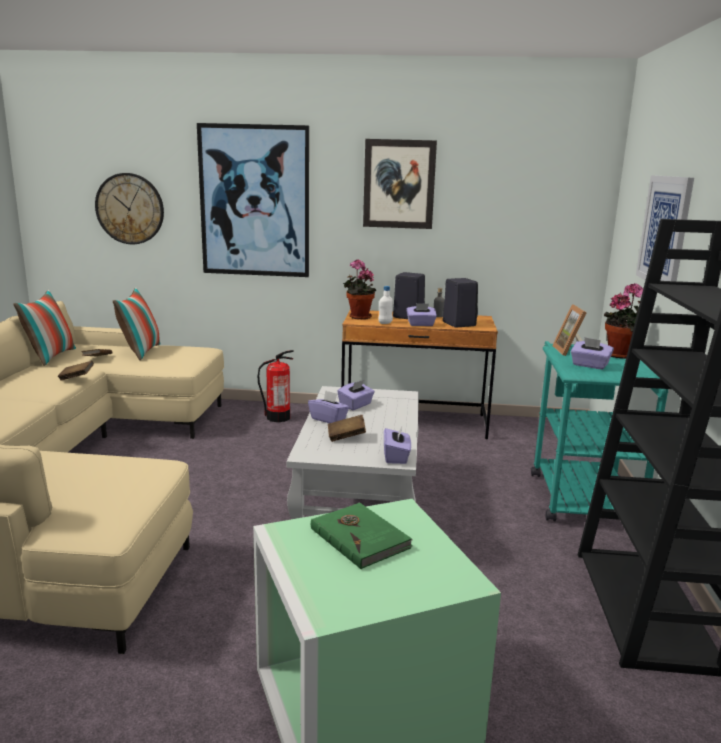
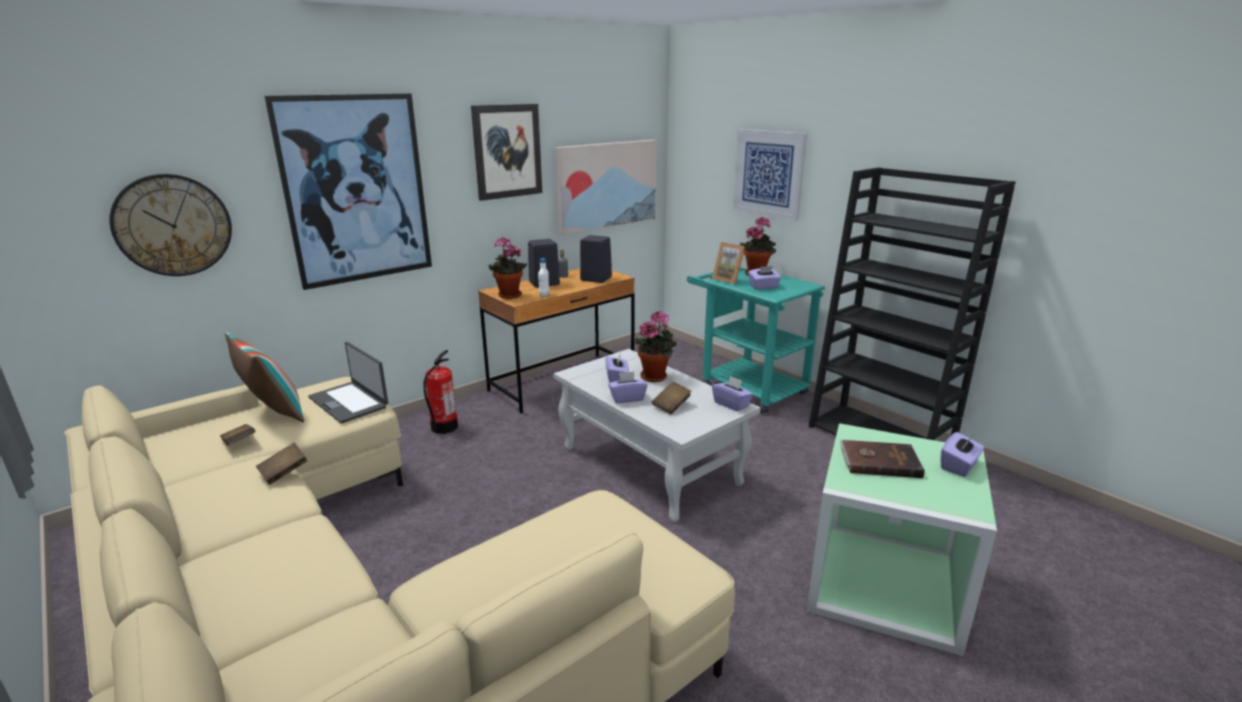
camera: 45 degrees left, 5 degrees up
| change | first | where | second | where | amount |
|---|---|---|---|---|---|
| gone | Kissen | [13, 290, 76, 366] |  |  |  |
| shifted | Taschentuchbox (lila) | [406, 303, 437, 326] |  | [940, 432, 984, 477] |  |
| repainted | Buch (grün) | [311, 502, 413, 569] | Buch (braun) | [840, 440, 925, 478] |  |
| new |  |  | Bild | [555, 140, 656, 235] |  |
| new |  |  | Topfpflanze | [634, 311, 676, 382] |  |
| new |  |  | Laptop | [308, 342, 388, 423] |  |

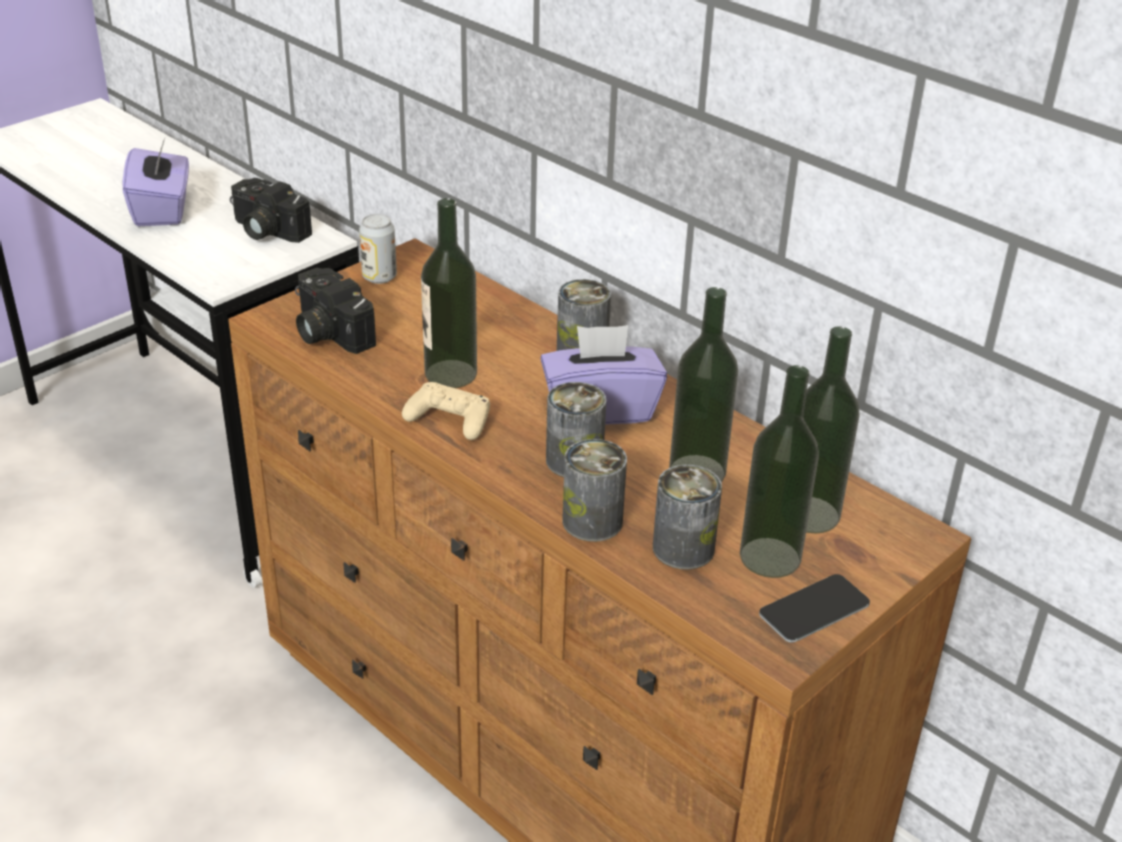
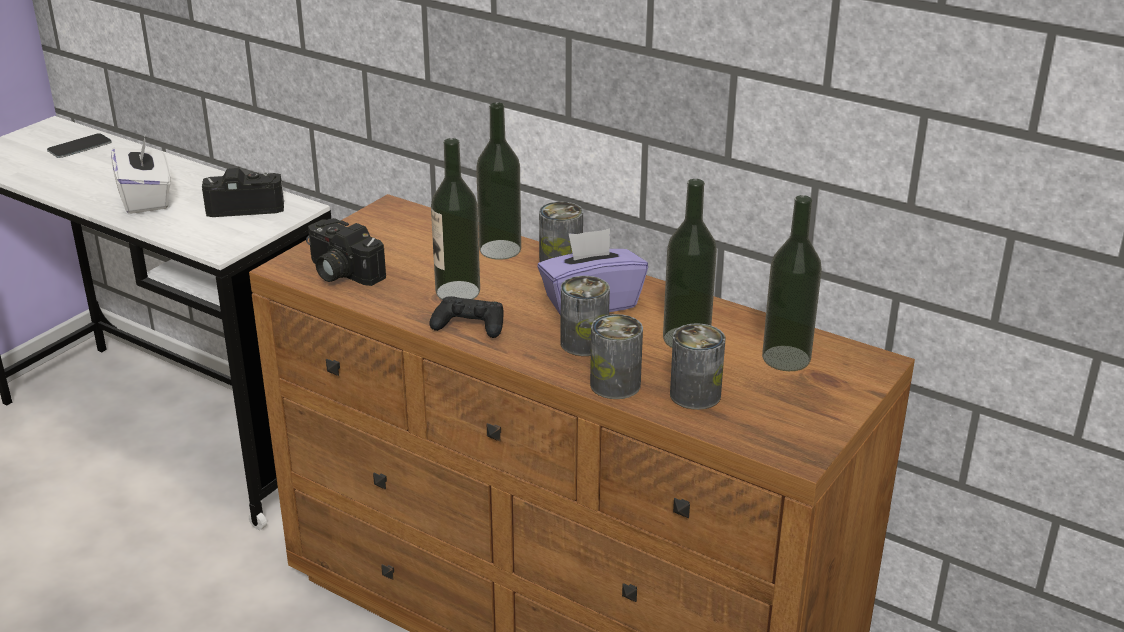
camera: 10 degrees left, 5 degrees down
| change | first | where | second | where | amount |
|---|---|---|---|---|---|
| repainted | Taschentuchbox (lila) | [122, 139, 189, 226] | Taschentuchbox (weiß) | [111, 137, 171, 214] |  |
| rotated | Kamera | [230, 178, 312, 243] |  | [202, 168, 284, 217] | 150 degrees clockwise |
| gone | Dose | [359, 214, 397, 284] |  |  |  |
| shifted | Flasche | [740, 365, 819, 578] |  | [476, 102, 521, 260] |  |
| repainted | Gamepad (beige) | [402, 382, 490, 440] | Gamepad (schwarz) | [429, 296, 504, 338] |  |
| shifted | Handy | [759, 574, 870, 643] |  | [47, 133, 112, 158] |  |

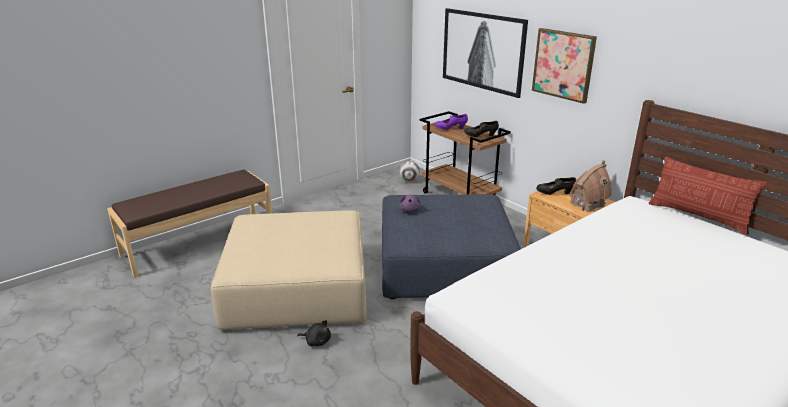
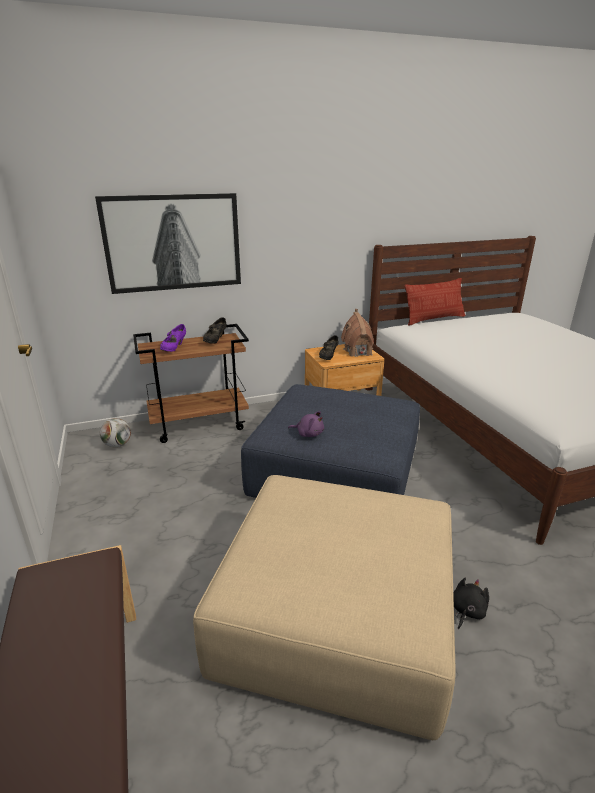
camera: 70 degrees left, 0 degrees up
| change | first | where | second | where | amount |
|---|---|---|---|---|---|
| gone | Bild | [532, 28, 597, 104] |  |  |  |

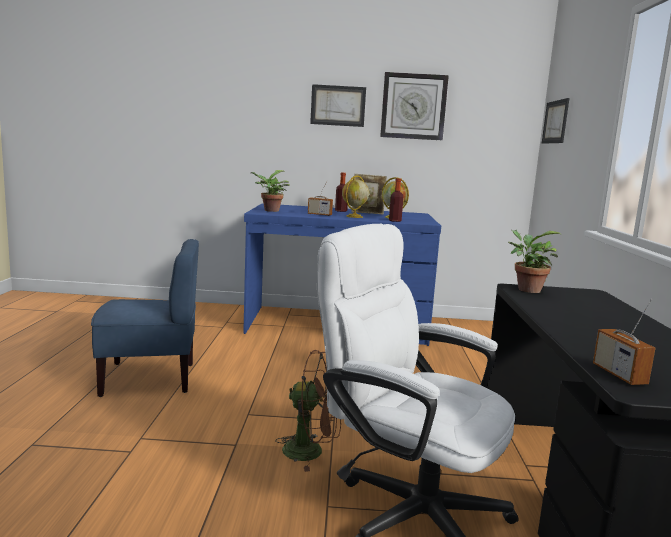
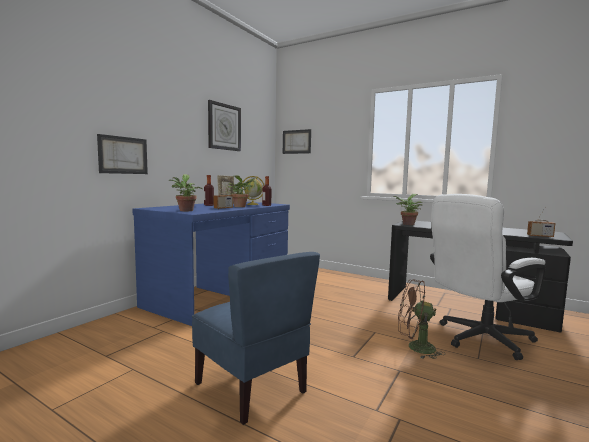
camera: 60 degrees left, 5 degrees down
| change | first | where | second | where | amount |
|---|---|---|---|---|---|
| shifted | Bild | [310, 84, 366, 127] |  | [97, 134, 148, 174] |  |
| swapped | Globus | [342, 175, 369, 218] | Topfpflanze | [228, 176, 255, 207] |  |
| rotated | Stuhl (blau) | [91, 239, 199, 397] |  | [192, 252, 320, 425] | 120 degrees clockwise |
| rotated | Ventilator (braun) | [275, 350, 341, 472] |  | [398, 280, 445, 359] | 120 degrees counterclockwise |

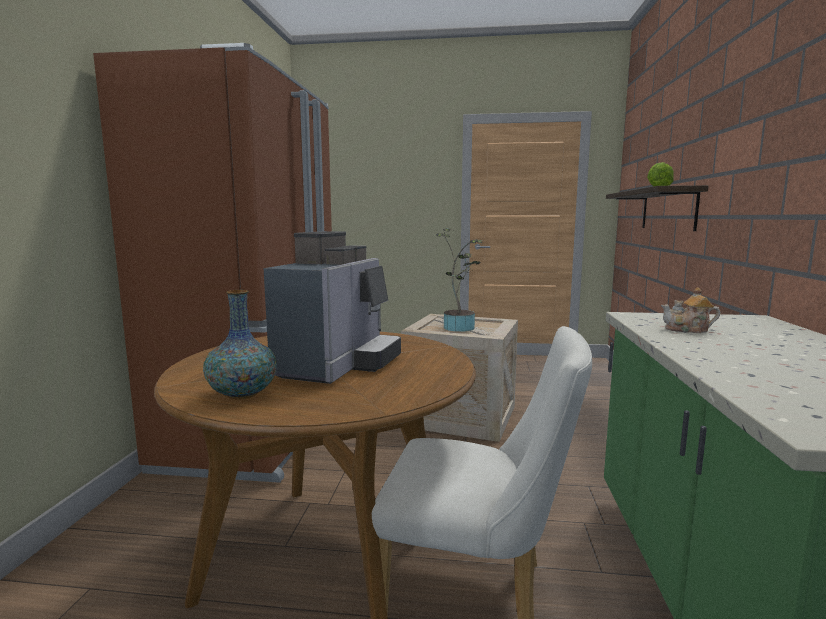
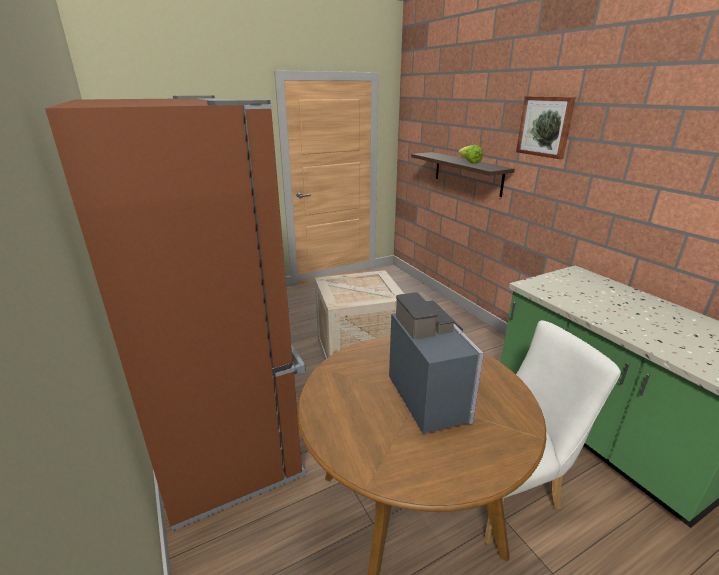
camera: 35 degrees left, 15 degrees up
| change | first | where | second | where | amount |
|---|---|---|---|---|---|
| gone | Topfpflanze | [436, 228, 482, 332] |  |  |  |
| gone | Teekanne | [661, 287, 720, 333] |  |  |  |
| gone | Vase | [203, 290, 277, 399] |  |  |  |
| new |  |  | Bild | [516, 96, 576, 159] |  |

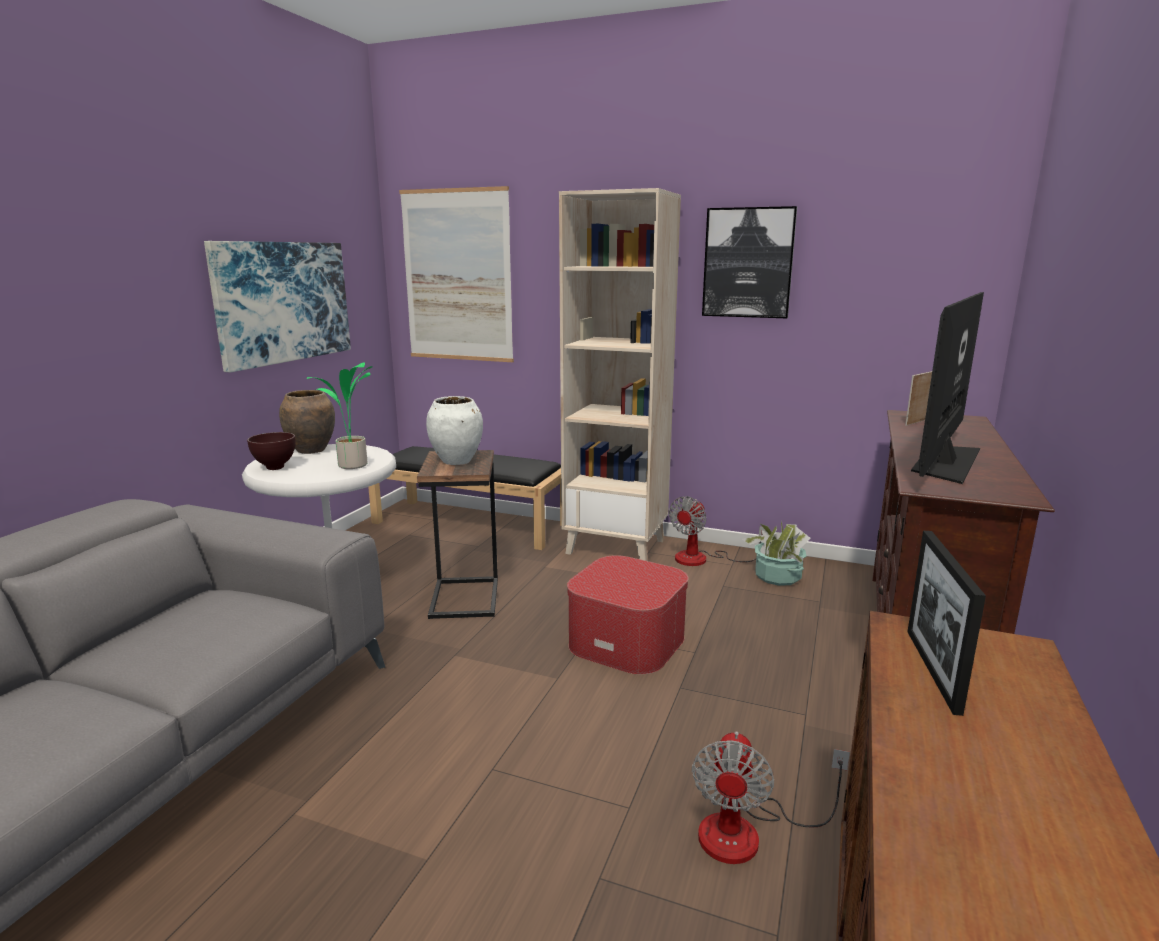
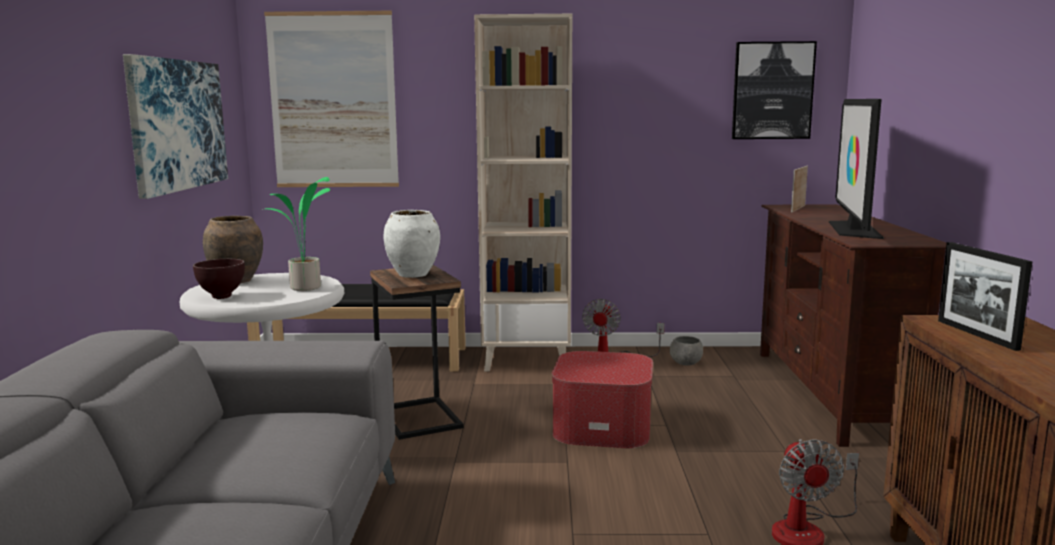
camera: 20 degrees left, 5 degrees down
| change | first | where | second | where | amount |
|---|---|---|---|---|---|
| shifted | Bild | [702, 206, 797, 318] |  | [732, 41, 817, 139] |  |
| swapped | Topfpflanze | [742, 521, 810, 586] | Schüssel (grau) | [670, 336, 703, 366] |  |

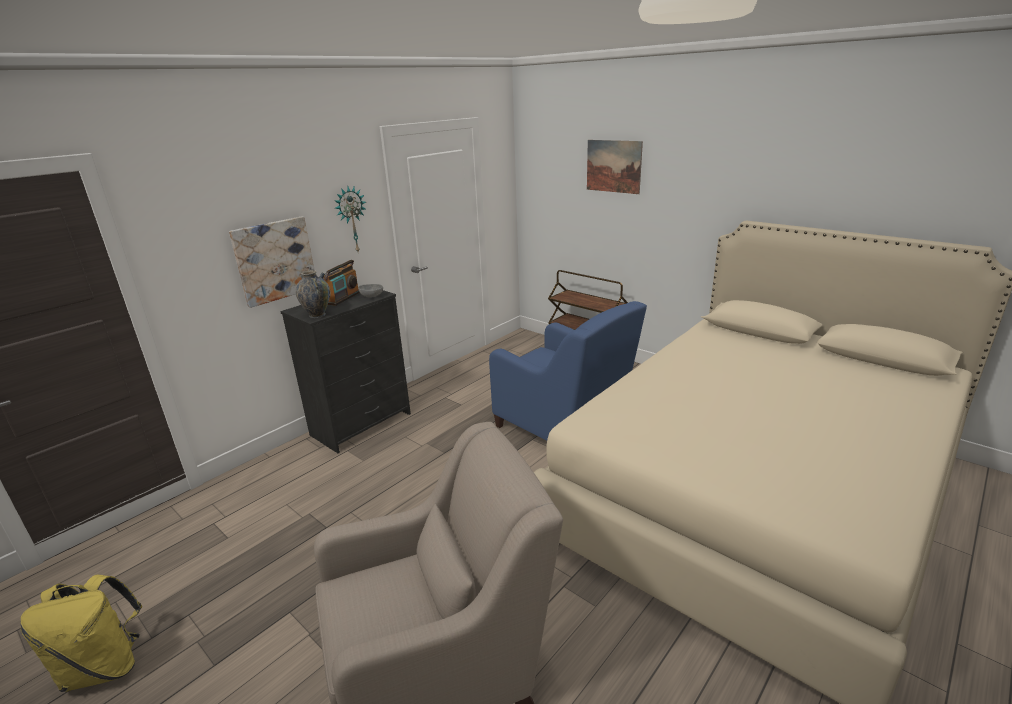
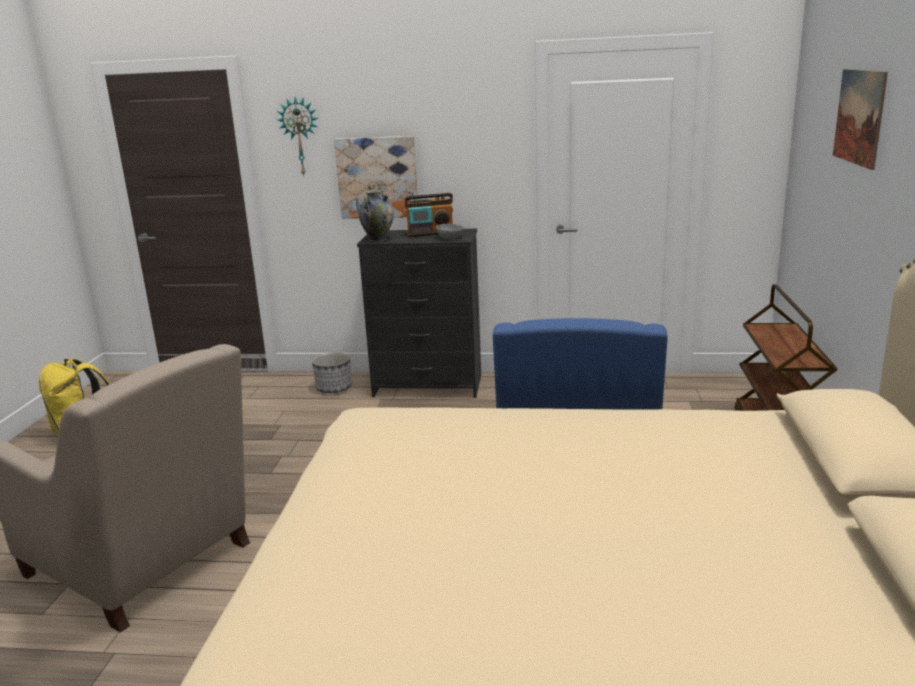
camera: 55 degrees right, 5 degrees down
| change | first | where | second | where | amount |
|---|---|---|---|---|---|
| shifted | Wanduhr | [334, 187, 366, 252] |  | [277, 97, 319, 176] |  |
| new |  |  | Pflanzkübel | [312, 353, 352, 393] |  |

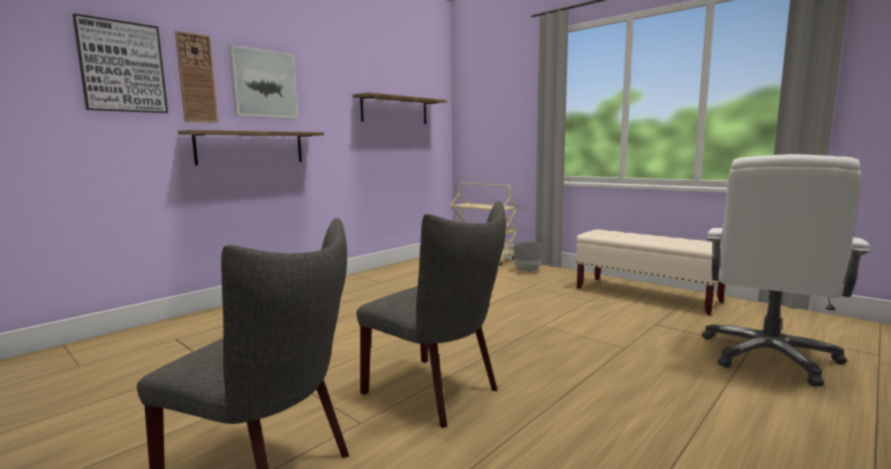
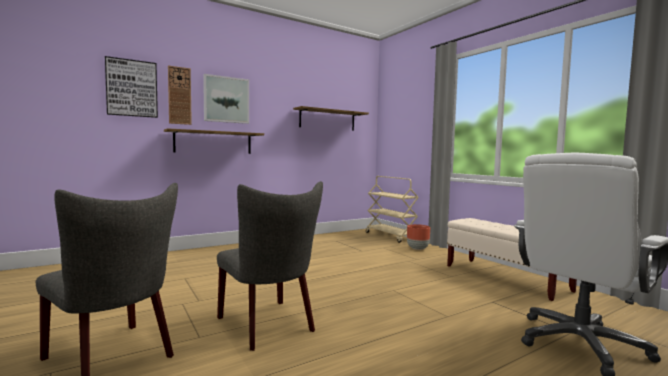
camera: 15 degrees right, 5 degrees down
| change | first | where | second | where | amount |
|---|---|---|---|---|---|
| repainted | Pflanzkübel (grau) | [514, 241, 542, 272] | Pflanzkübel (braun) | [407, 224, 430, 250] |  |

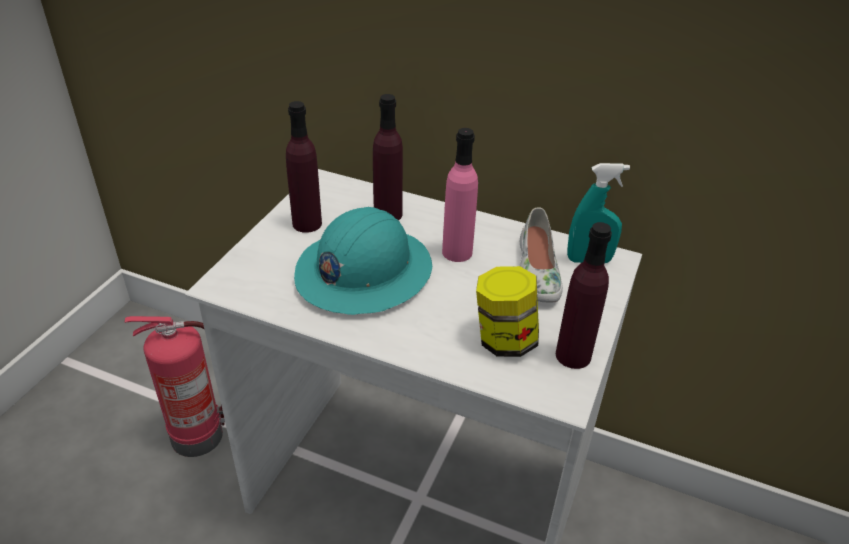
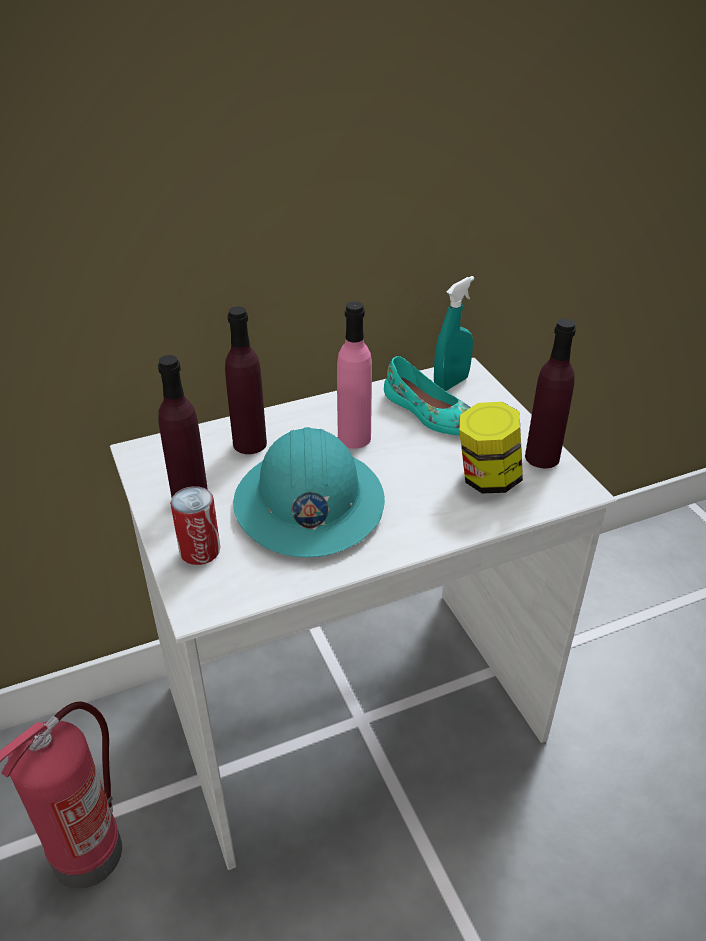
camera: 45 degrees left, 0 degrees up
| change | first | where | second | where | amount |
|---|---|---|---|---|---|
| repainted | Schuh (weiß) | [519, 207, 563, 303] | Schuh (türkis) | [384, 356, 471, 435] |  |
| new |  |  | Dose | [170, 486, 220, 565] |  |

